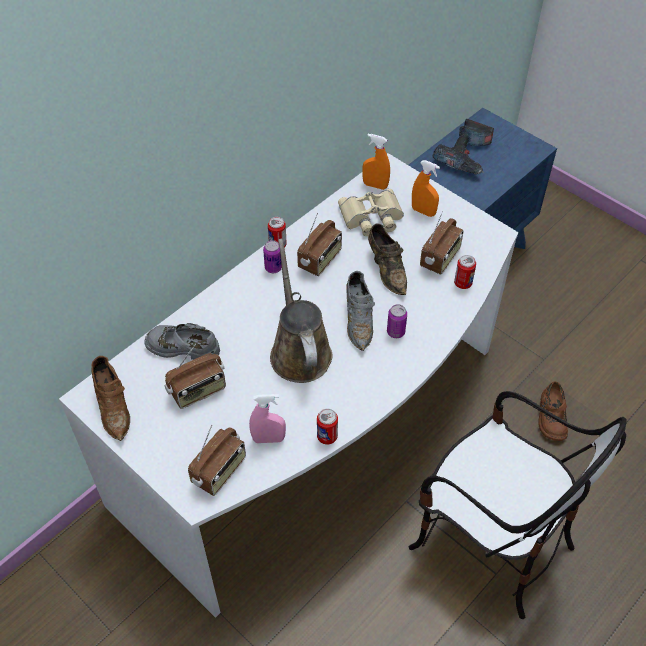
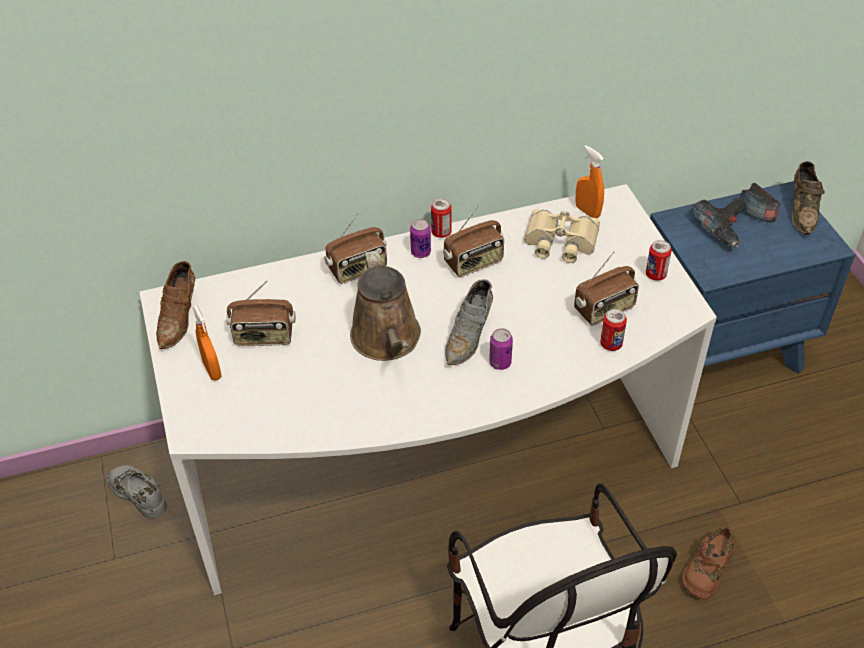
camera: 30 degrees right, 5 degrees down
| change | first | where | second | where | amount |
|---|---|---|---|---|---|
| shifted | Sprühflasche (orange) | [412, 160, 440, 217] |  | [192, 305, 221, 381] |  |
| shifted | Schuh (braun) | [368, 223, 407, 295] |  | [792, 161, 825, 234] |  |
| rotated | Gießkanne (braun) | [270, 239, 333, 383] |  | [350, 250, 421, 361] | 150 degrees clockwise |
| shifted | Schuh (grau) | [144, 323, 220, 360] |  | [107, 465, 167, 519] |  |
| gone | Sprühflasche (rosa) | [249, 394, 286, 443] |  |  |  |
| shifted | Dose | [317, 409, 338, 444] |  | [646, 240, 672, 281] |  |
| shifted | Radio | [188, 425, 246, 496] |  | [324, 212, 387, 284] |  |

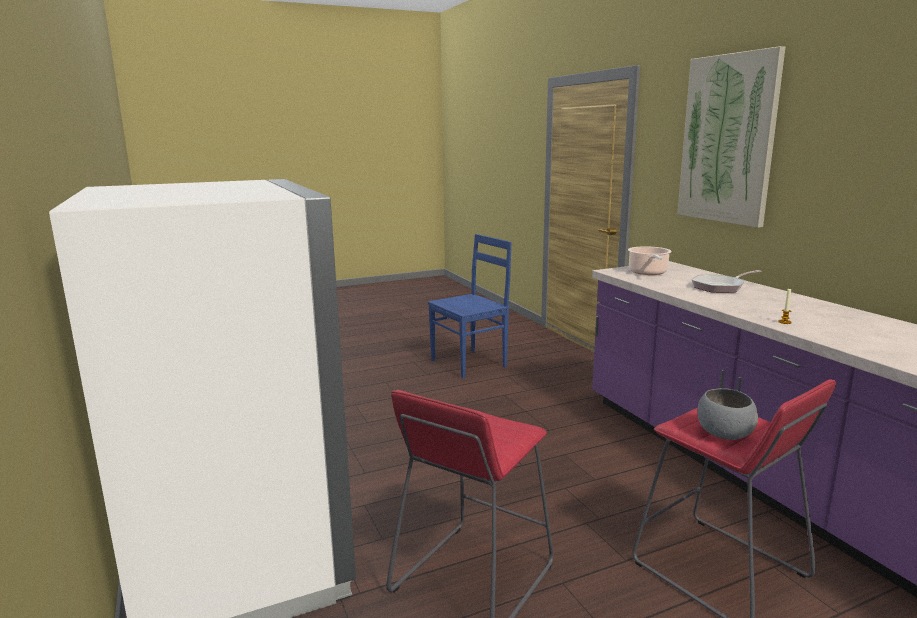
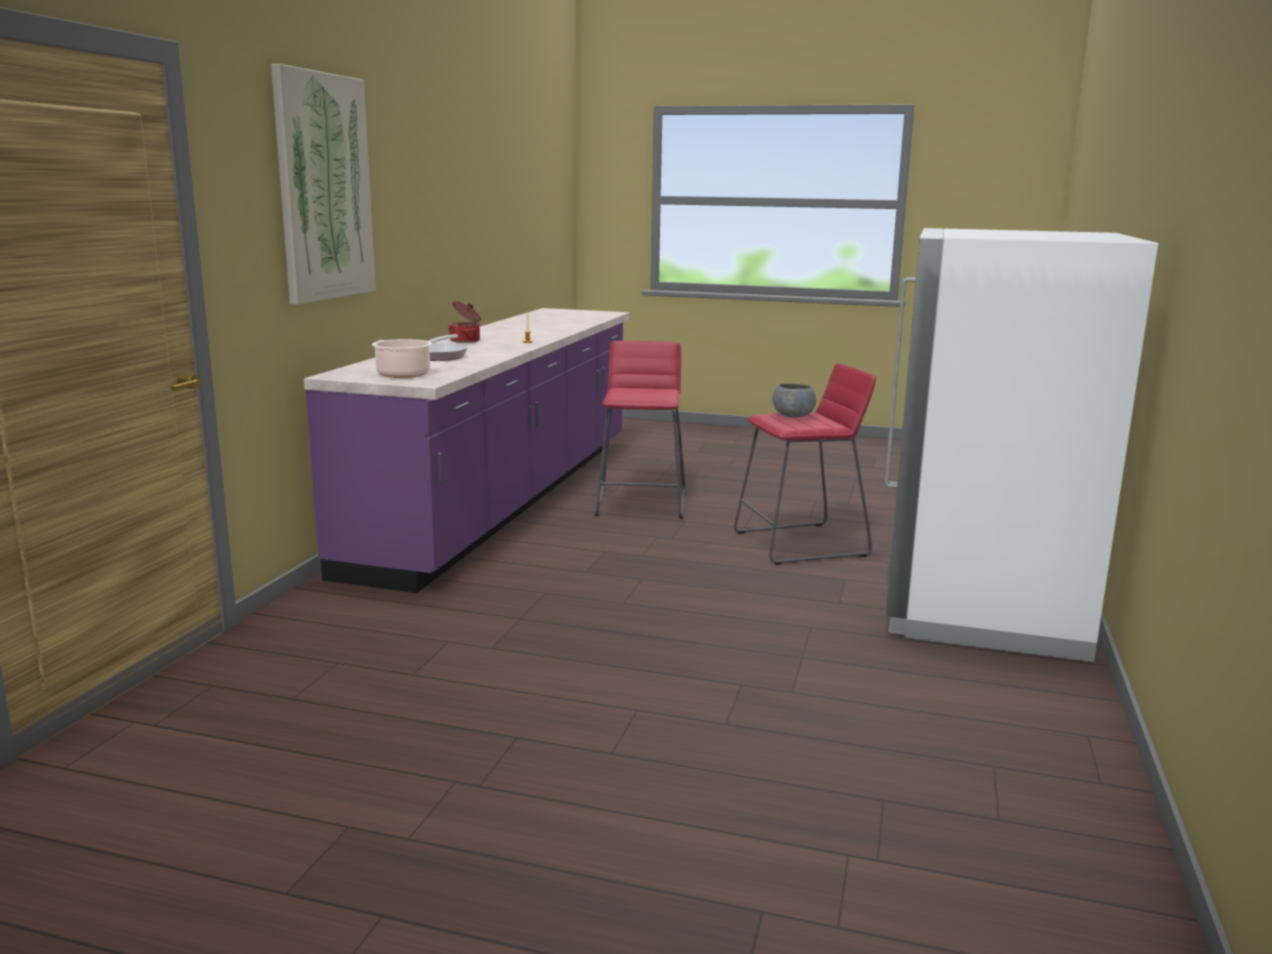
camera: 140 degrees left, 0 degrees up
| change | first | where | second | where | amount |
|---|---|---|---|---|---|
| gone | Stuhl (blau) | [428, 234, 512, 378] |  |  |  |
| shifted | Schüssel (grau) | [697, 388, 758, 440] |  | [772, 384, 816, 417] |  |
| new |  |  | Kochtopf | [448, 301, 481, 343] |  |

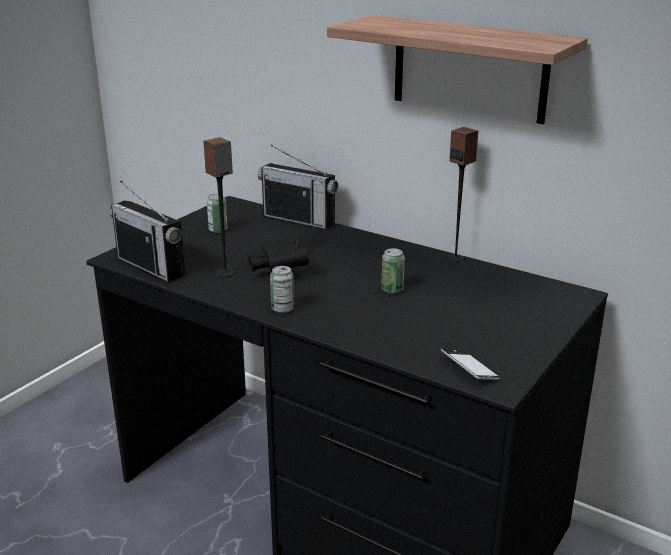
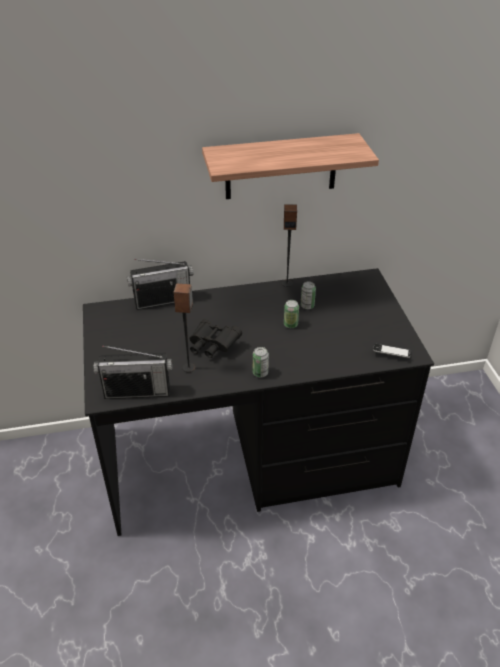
camera: 45 degrees left, 15 degrees up
| change | first | where | second | where | amount |
|---|---|---|---|---|---|
| shifted | Dose | [207, 194, 228, 233] |  | [301, 281, 316, 309] |  |

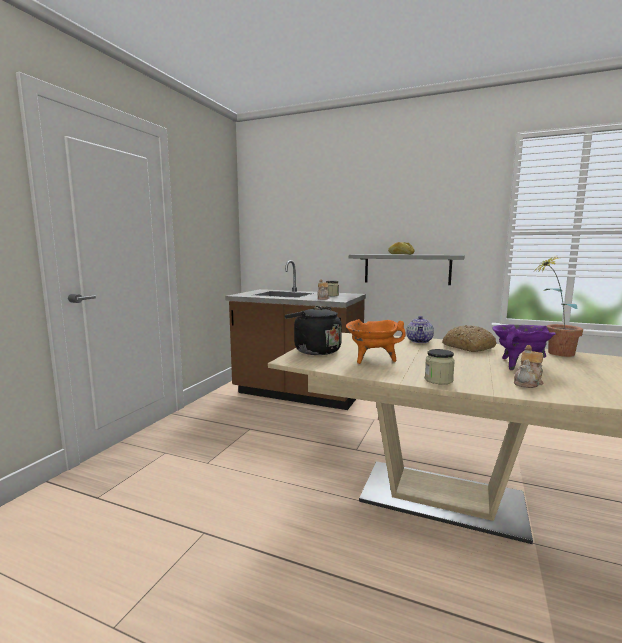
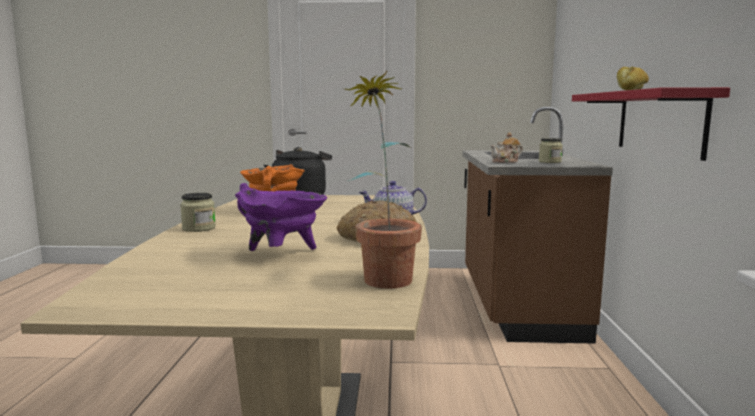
camera: 70 degrees right, 0 degrees up
| change | first | where | second | where | amount |
|---|---|---|---|---|---|
| repainted | Wandregal (grau) | [349, 254, 465, 285] | Wandregal (rot) | [572, 87, 730, 161] |  |
| gone | Teekanne | [514, 345, 543, 388] |  |  |  |

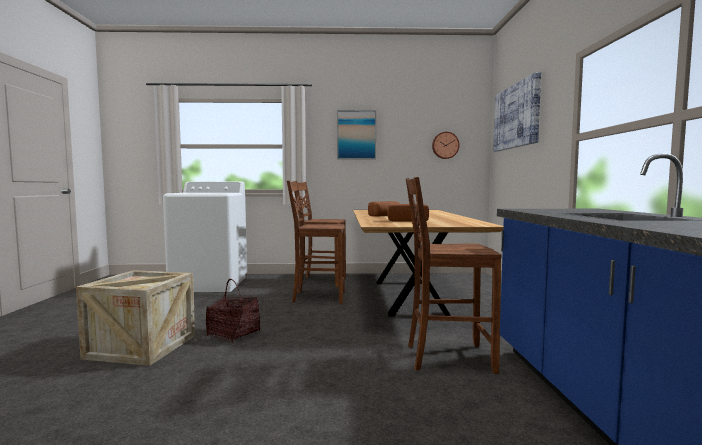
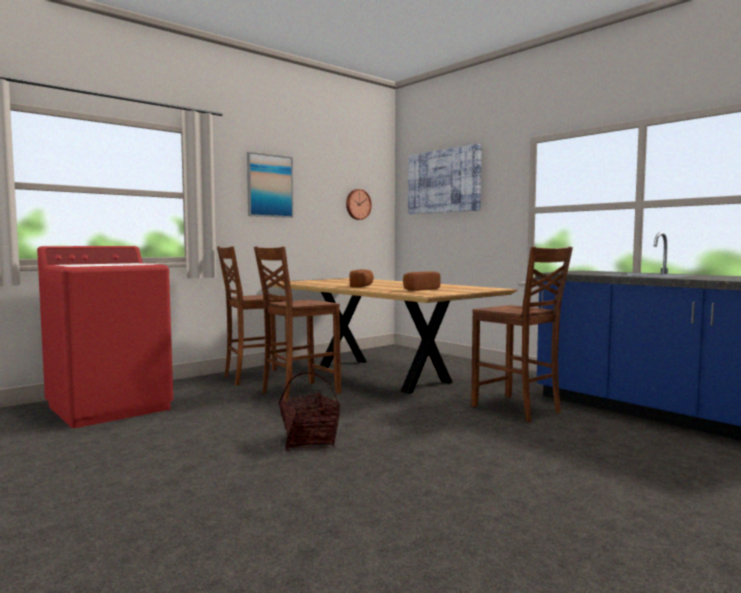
camera: 40 degrees left, 0 degrees up
| change | first | where | second | where | amount |
|---|---|---|---|---|---|
| rotated | Stuhl (braun) | [406, 177, 501, 374] |  | [471, 247, 573, 422] | 90 degrees counterclockwise |
| repainted | Waschmaschine (weiß) | [163, 181, 247, 292] | Waschmaschine (rot) | [37, 246, 173, 428] |  |
| gone | Kiste | [76, 270, 195, 366] |  |  |  |

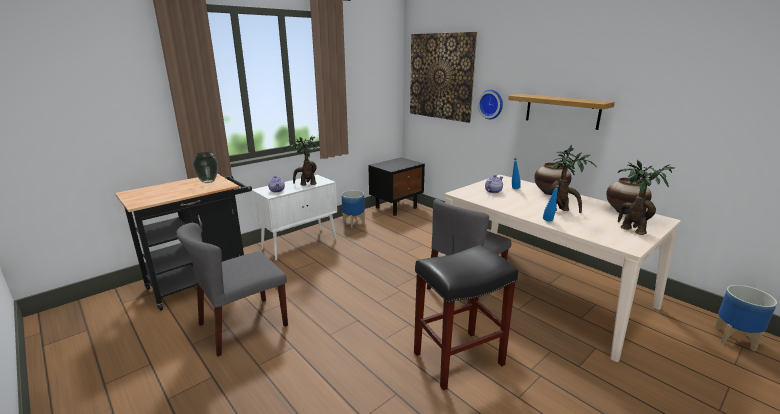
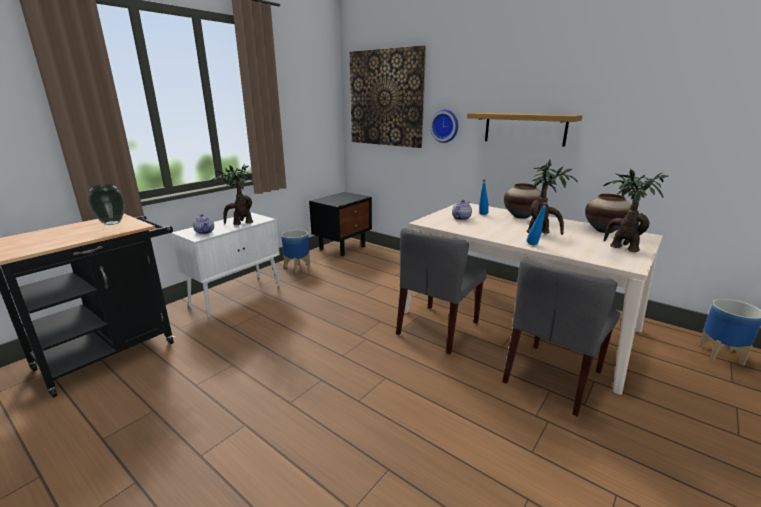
camera: 10 degrees left, 0 degrees up
| change | first | where | second | where | amount |
|---|---|---|---|---|---|
| shifted | Stuhl (grau) | [176, 223, 288, 357] |  | [502, 257, 620, 416] |  |
| gone | Hocker (schwarz) | [414, 245, 518, 391] |  |  |  |

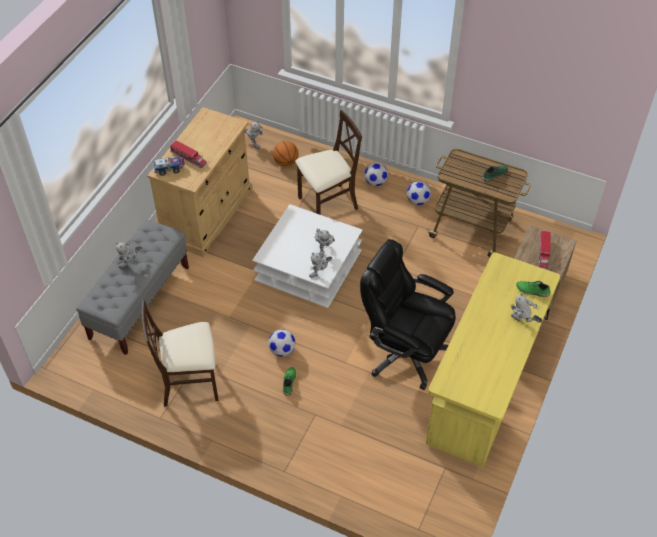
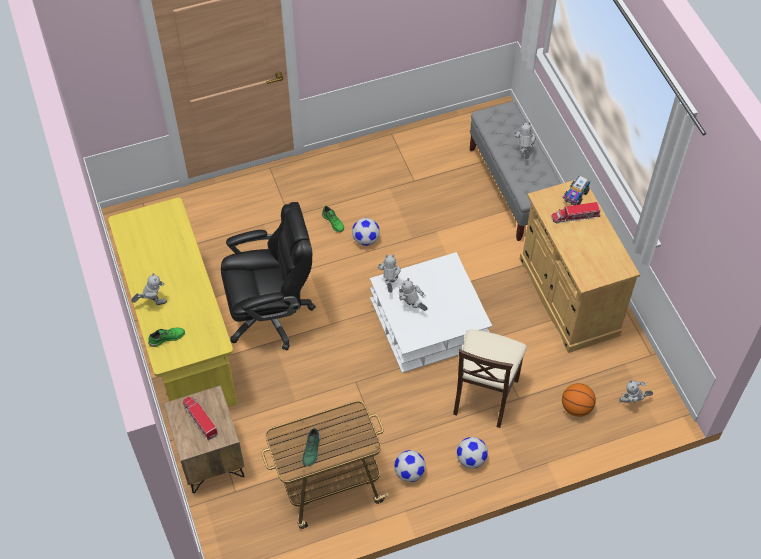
camera: 135 degrees right, 5 degrees up
| change | first | where | second | where | amount |
|---|---|---|---|---|---|
| gone | Stuhl (beige) | [142, 300, 219, 407] |  |  |  |

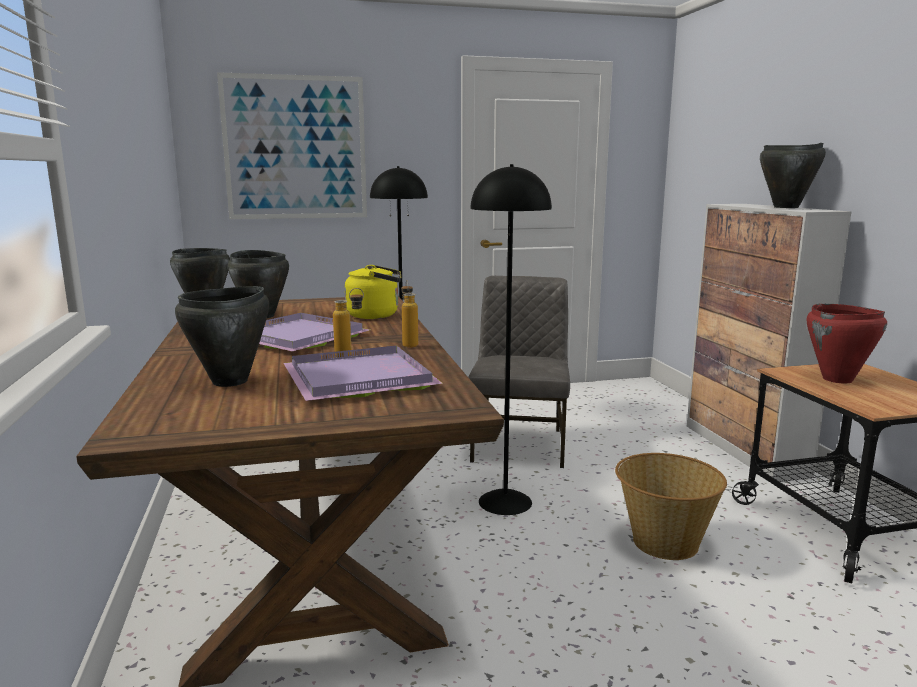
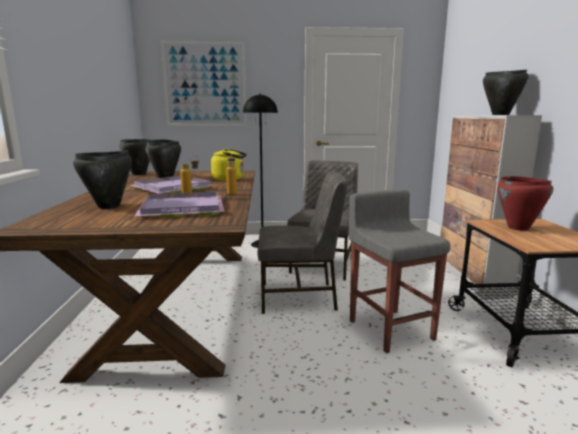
camera: 10 degrees right, 0 degrees up
| change | first | where | second | where | amount |
|---|---|---|---|---|---|
| swapped | Stehlampe (schwarz) | [470, 164, 552, 515] | Stuhl (grau) | [258, 171, 348, 314] |  |
| swapped | Korb | [615, 453, 727, 560] | Hocker (grau) | [349, 189, 450, 353] |  |

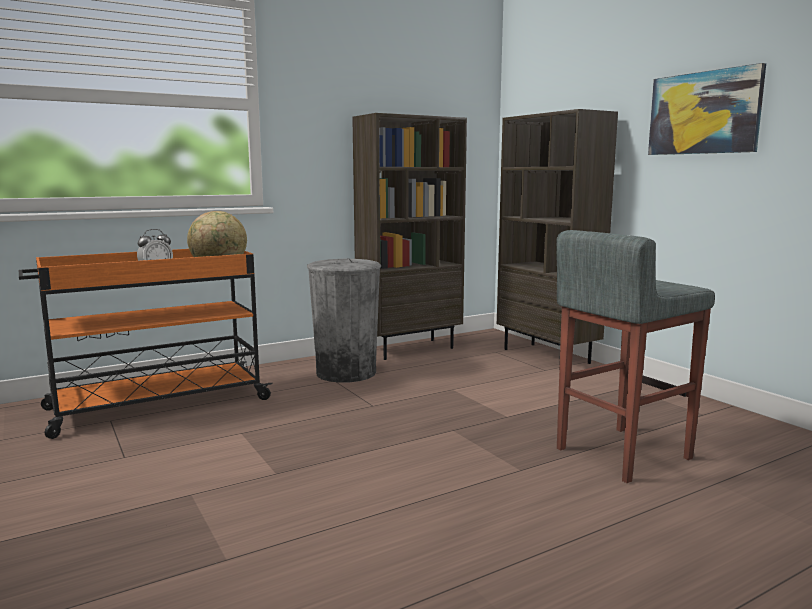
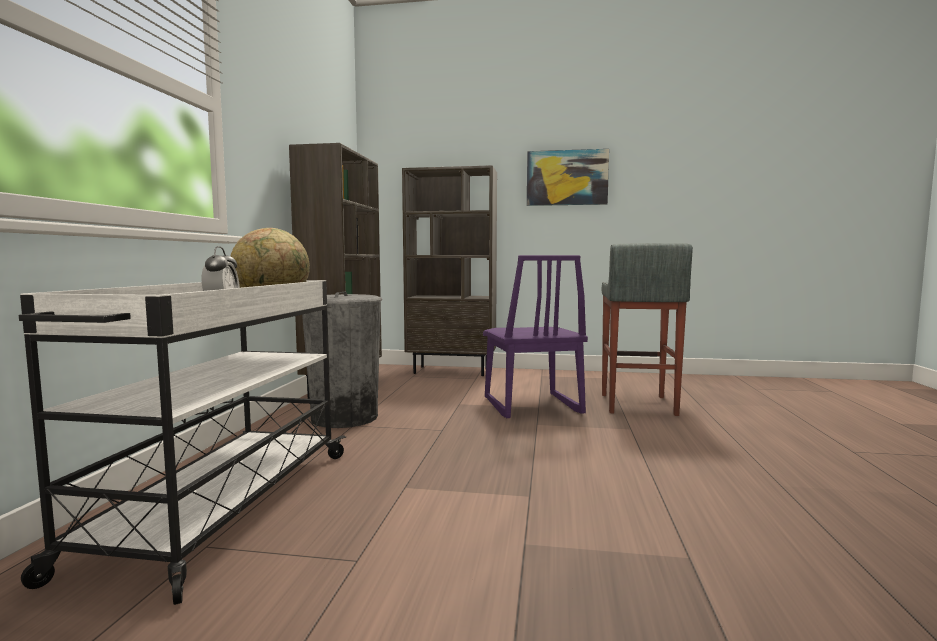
camera: 50 degrees left, 5 degrees down
| change | first | where | second | where | amount |
|---|---|---|---|---|---|
| repainted | Rollwagen (orange) | [19, 249, 272, 439] | Rollwagen (weiß) | [19, 280, 346, 605] |  |
| new |  |  | Stuhl (lila) | [483, 255, 588, 418] |  |

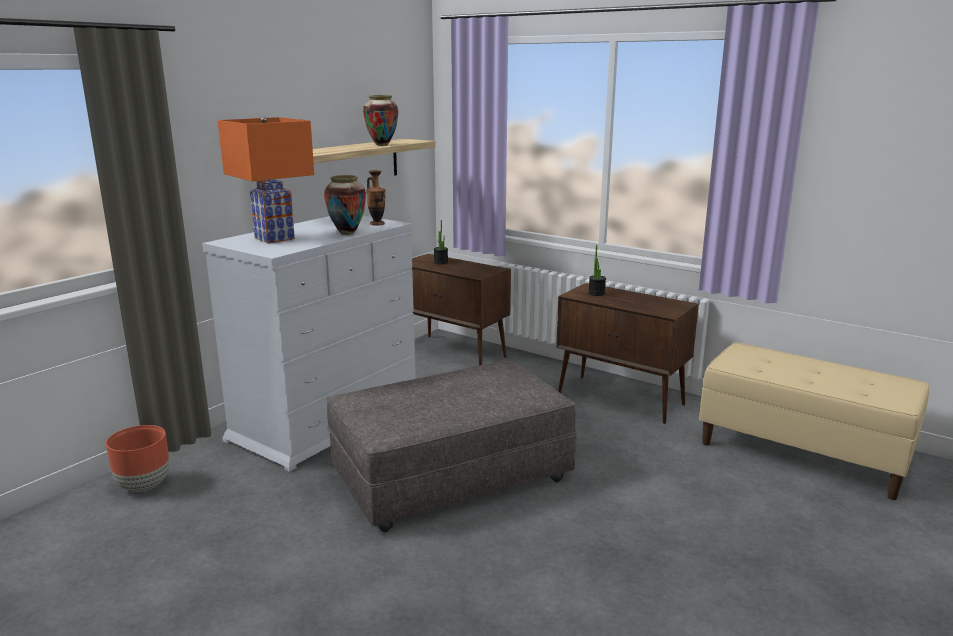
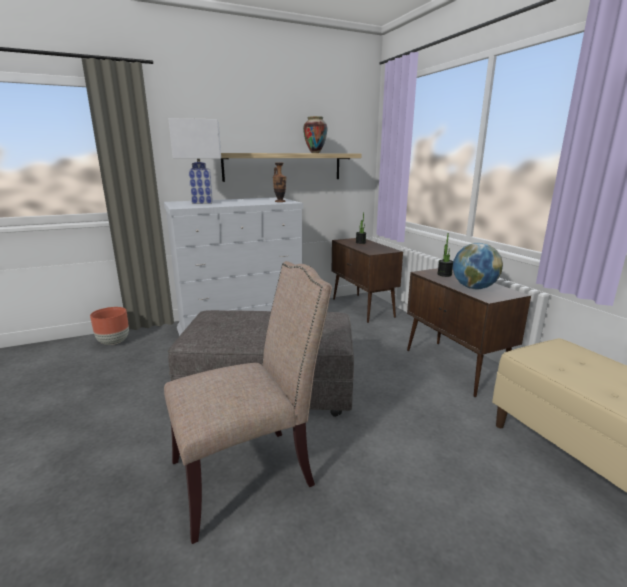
camera: 30 degrees right, 0 degrees up
| change | first | where | second | where | amount |
|---|---|---|---|---|---|
| repainted | Tischlampe (orange) | [218, 117, 314, 243] | Tischlampe (weiß) | [168, 118, 221, 204] |  |
| gone | Vase | [324, 175, 366, 235] |  |  |  |
| new |  |  | Globus | [453, 243, 503, 289] |  |
| new |  |  | Stuhl (beige) | [164, 261, 332, 544] |  |

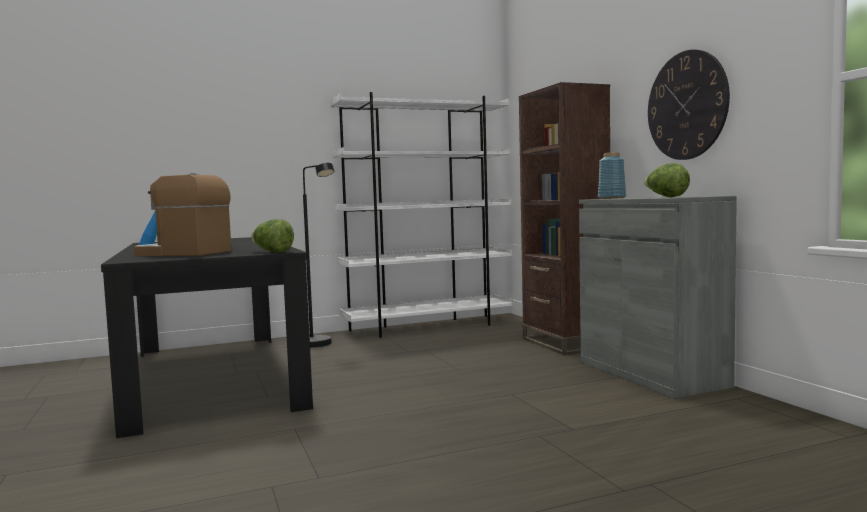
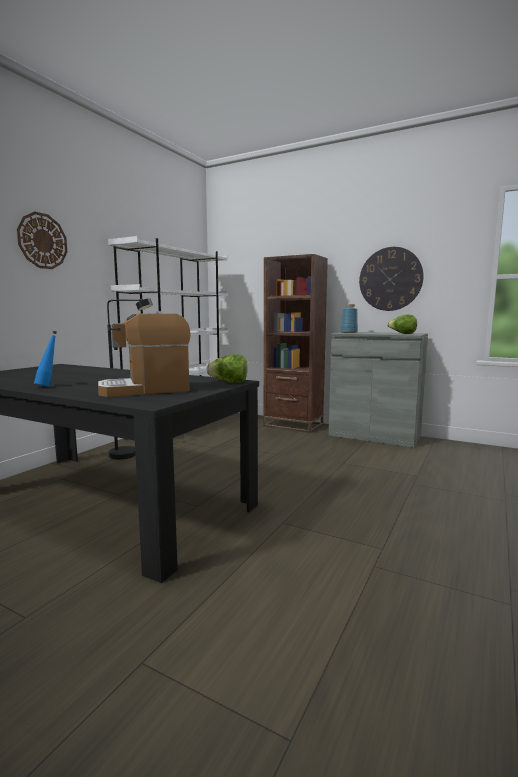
camera: 40 degrees left, 5 degrees up
| change | first | where | second | where | amount |
|---|---|---|---|---|---|
| new |  |  | Wanduhr | [17, 212, 67, 269] |  |

